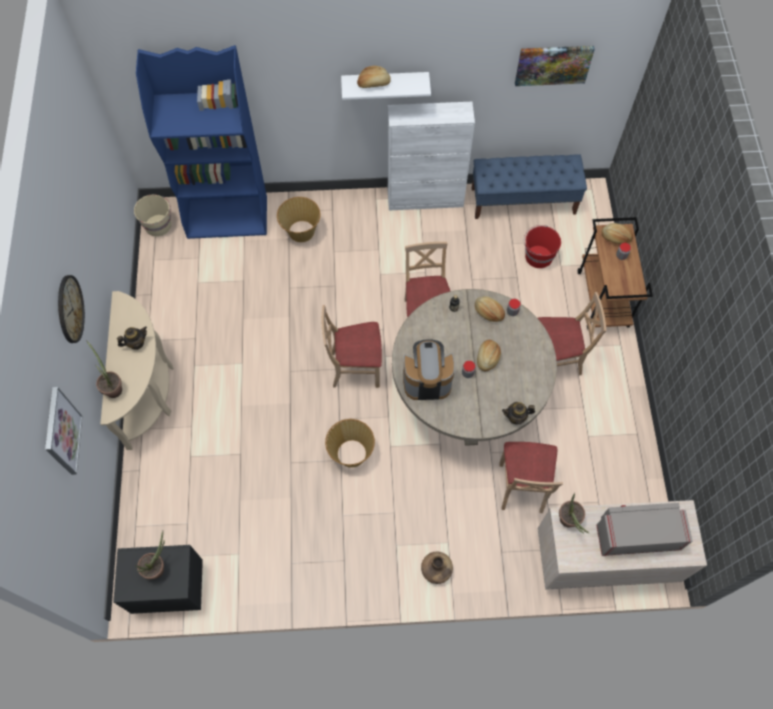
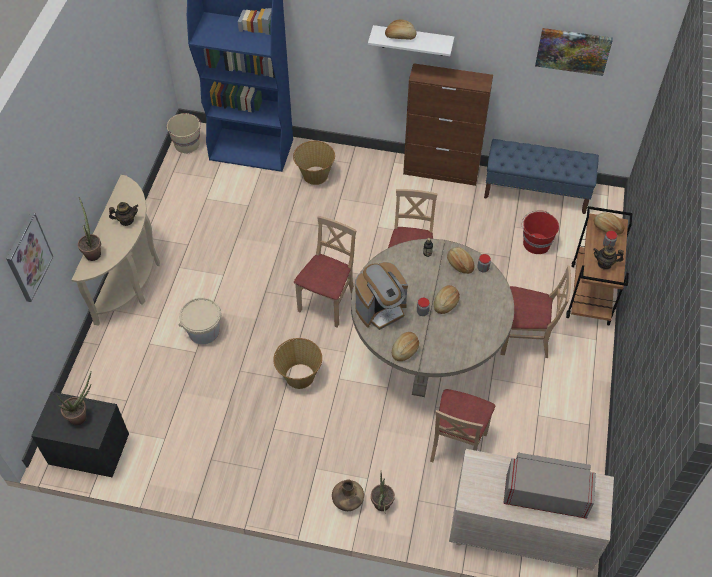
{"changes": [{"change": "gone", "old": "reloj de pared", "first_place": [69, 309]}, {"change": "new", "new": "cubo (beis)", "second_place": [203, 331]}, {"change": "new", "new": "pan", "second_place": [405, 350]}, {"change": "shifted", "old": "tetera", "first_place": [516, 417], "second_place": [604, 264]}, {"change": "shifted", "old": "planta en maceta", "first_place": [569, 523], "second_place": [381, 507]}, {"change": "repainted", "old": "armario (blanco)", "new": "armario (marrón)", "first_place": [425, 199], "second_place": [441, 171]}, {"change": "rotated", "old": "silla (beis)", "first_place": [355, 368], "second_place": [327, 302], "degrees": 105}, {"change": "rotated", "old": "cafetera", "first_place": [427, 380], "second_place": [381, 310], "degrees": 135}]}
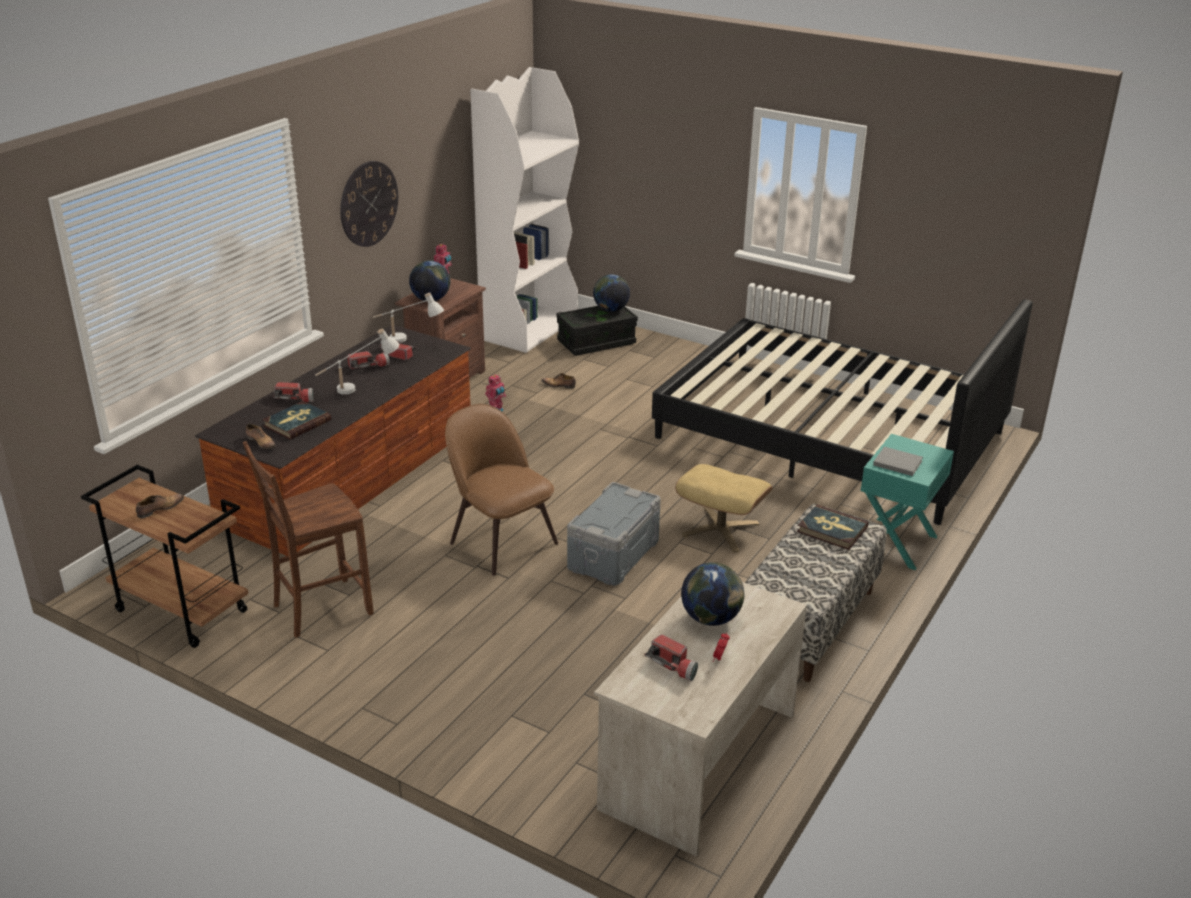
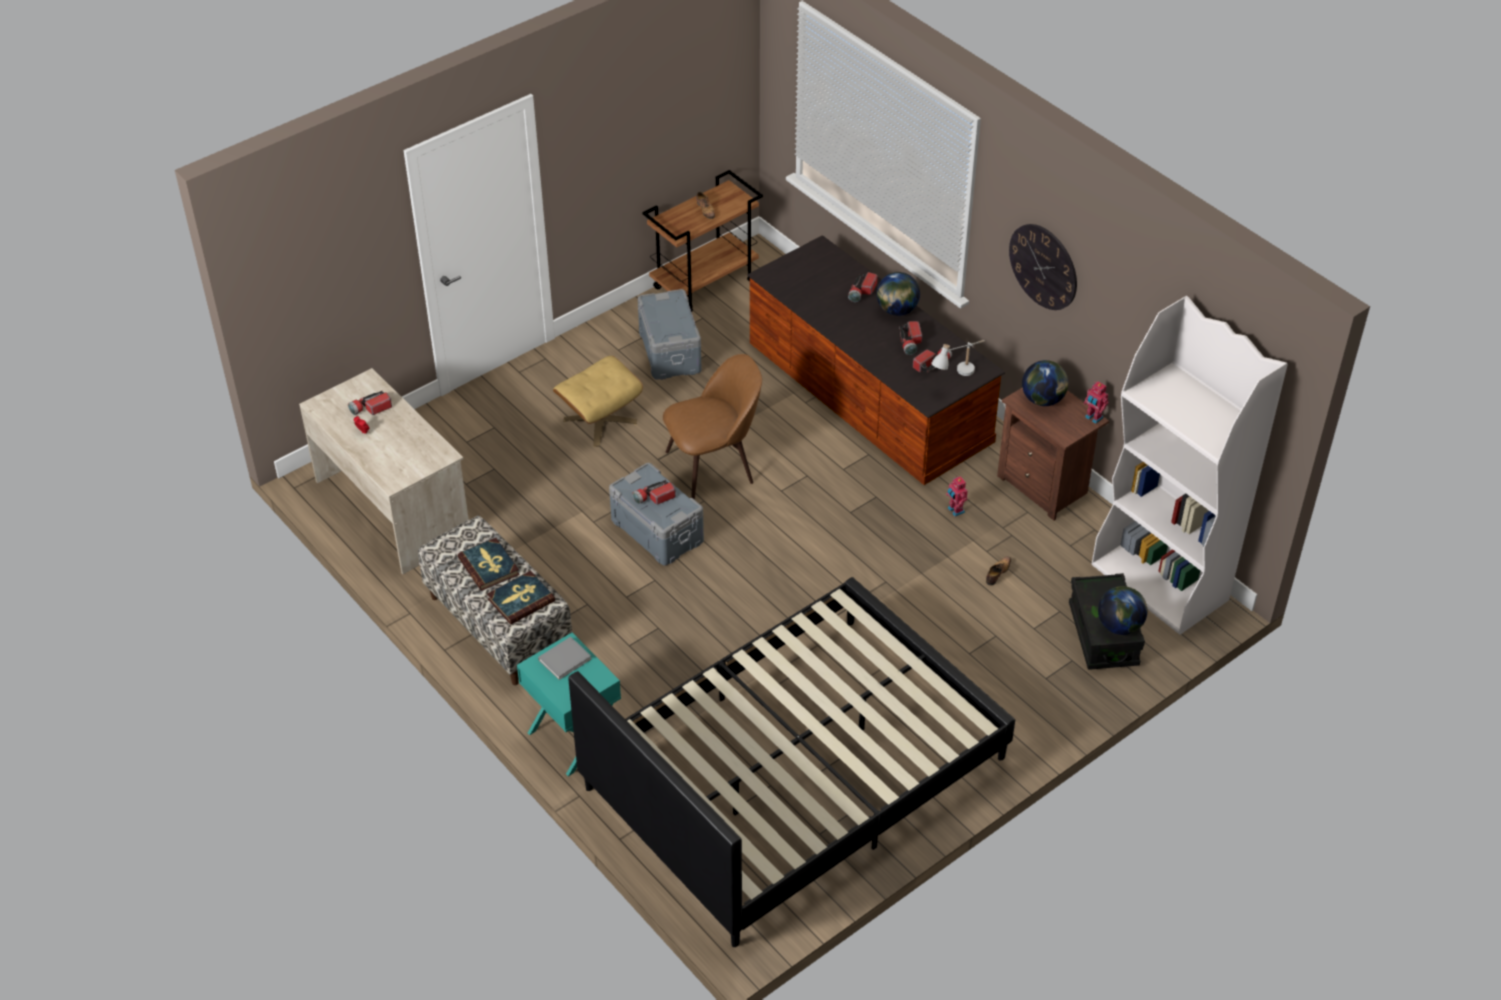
{"changes": [{"change": "gone", "old": "zapato", "first_place": [261, 442]}, {"change": "gone", "old": "lámpara de mesa (blanco)", "first_place": [359, 388]}, {"change": "new", "new": "linterna", "second_place": [654, 498]}, {"change": "shifted", "old": "libro", "first_place": [297, 423], "second_place": [489, 566]}, {"change": "shifted", "old": "puf (beis)", "first_place": [720, 529], "second_place": [600, 420]}, {"change": "shifted", "old": "globo terráqueo", "first_place": [711, 618], "second_place": [897, 310]}, {"change": "swapped", "old": "silla (marrón)", "new": "caja de almacenaje (gris)", "first_place": [319, 609], "second_place": [670, 351]}]}
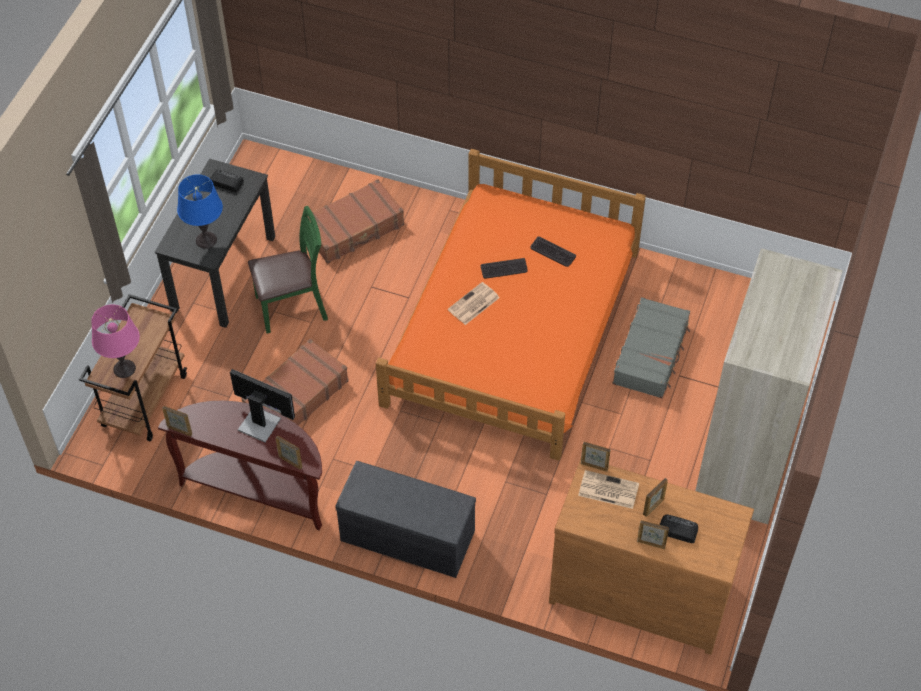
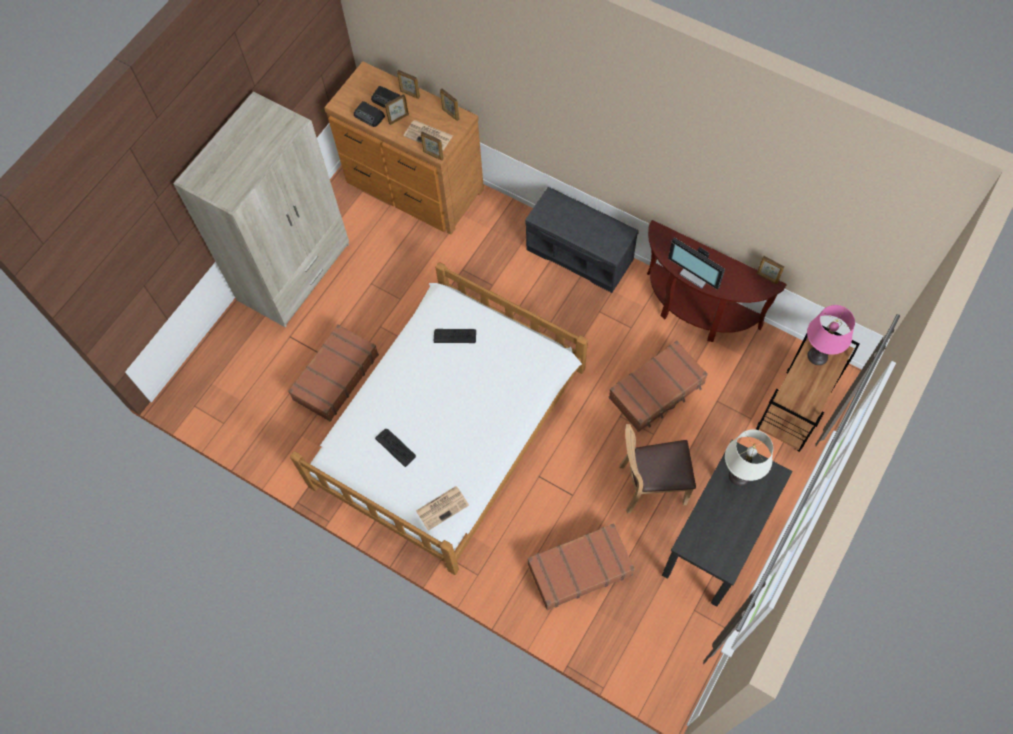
{"changes": [{"change": "shifted", "old": "radio", "first_place": [226, 182], "second_place": [369, 116]}, {"change": "shifted", "old": "portarretratos", "first_place": [290, 461], "second_place": [450, 114]}, {"change": "shifted", "old": "periódico", "first_place": [473, 304], "second_place": [442, 507]}, {"change": "shifted", "old": "teclado", "first_place": [504, 269], "second_place": [455, 336]}, {"change": "repainted", "old": "lámpara de mesa (azul)", "new": "lámpara de mesa (blanco)", "first_place": [206, 240], "second_place": [739, 475]}, {"change": "repainted", "old": "silla (verde)", "new": "silla (marrón)", "first_place": [292, 307], "second_place": [651, 486]}, {"change": "repainted", "old": "cama (naranja)", "new": "cama (blanco)", "first_place": [513, 328], "second_place": [449, 425]}, {"change": "repainted", "old": "maleta (gris)", "new": "maleta (marrón)", "first_place": [651, 354], "second_place": [335, 377]}]}
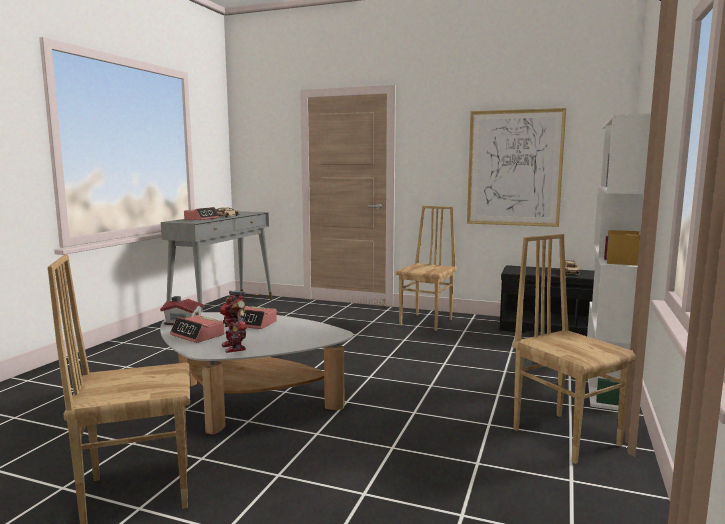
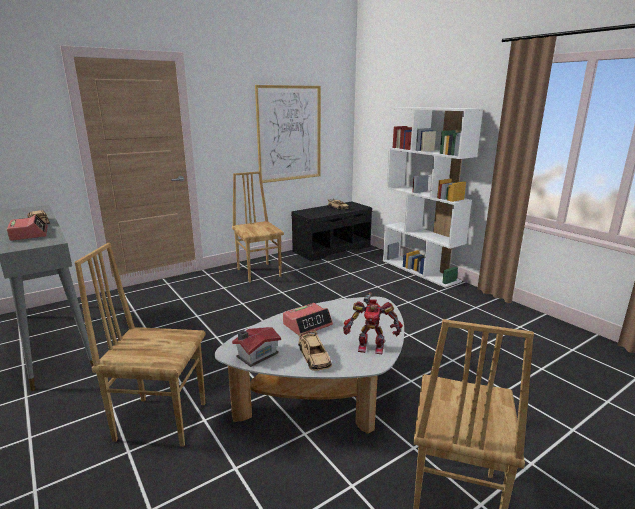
{"changes": [{"change": "shifted", "old": "silla (marrón)", "first_place": [566, 436], "second_place": [161, 420]}, {"change": "swapped", "old": "despertador", "new": "coche de juguete (beis)", "first_place": [198, 335], "second_place": [314, 356]}]}
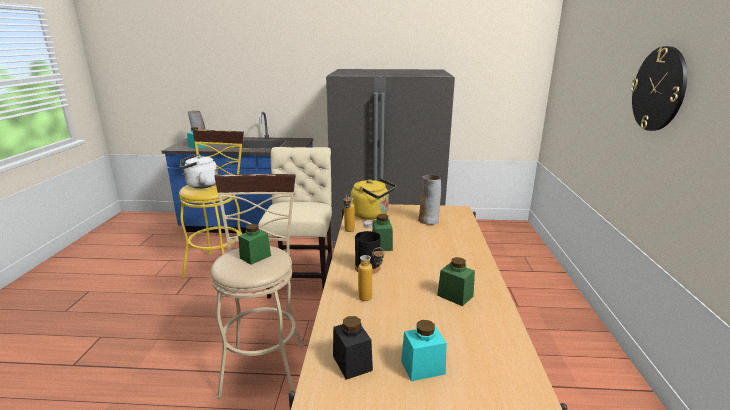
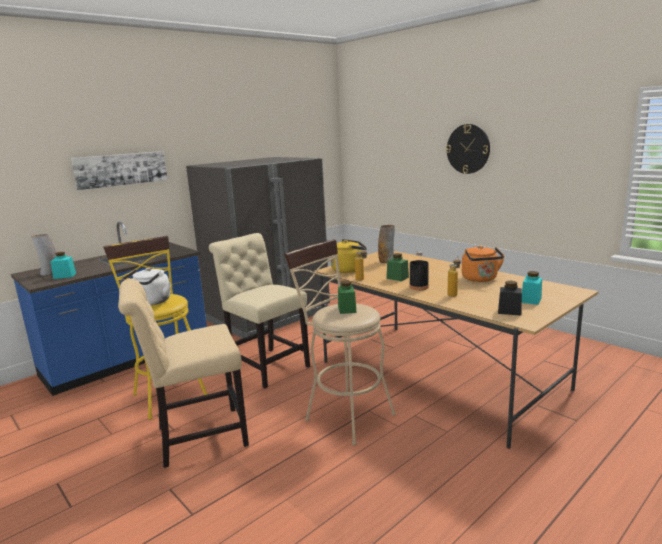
{"changes": [{"change": "new", "new": "cuadro", "second_place": [121, 169]}, {"change": "new", "new": "silla (beis)", "second_place": [196, 438]}, {"change": "swapped", "old": "tarro (verde)", "new": "hervidor (naranja)", "first_place": [455, 295], "second_place": [480, 279]}]}
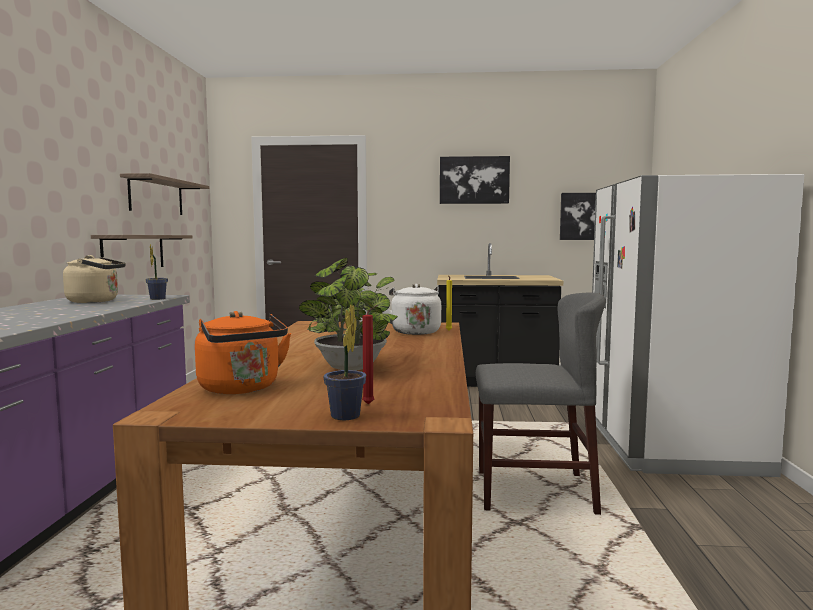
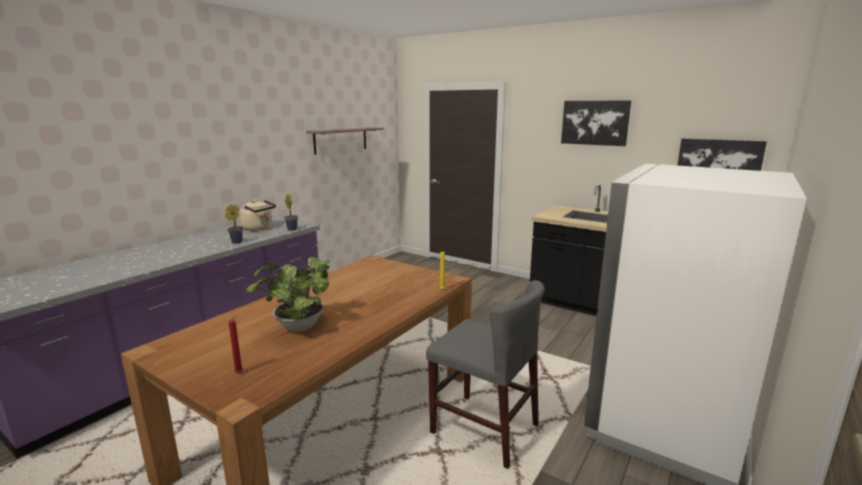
{"changes": [{"change": "gone", "old": "estante", "first_place": [134, 252]}, {"change": "gone", "old": "hervidor (naranja)", "first_place": [242, 389]}, {"change": "gone", "old": "hervidor (blanco)", "first_place": [414, 331]}, {"change": "shifted", "old": "planta en maceta", "first_place": [344, 417], "second_place": [235, 242]}]}
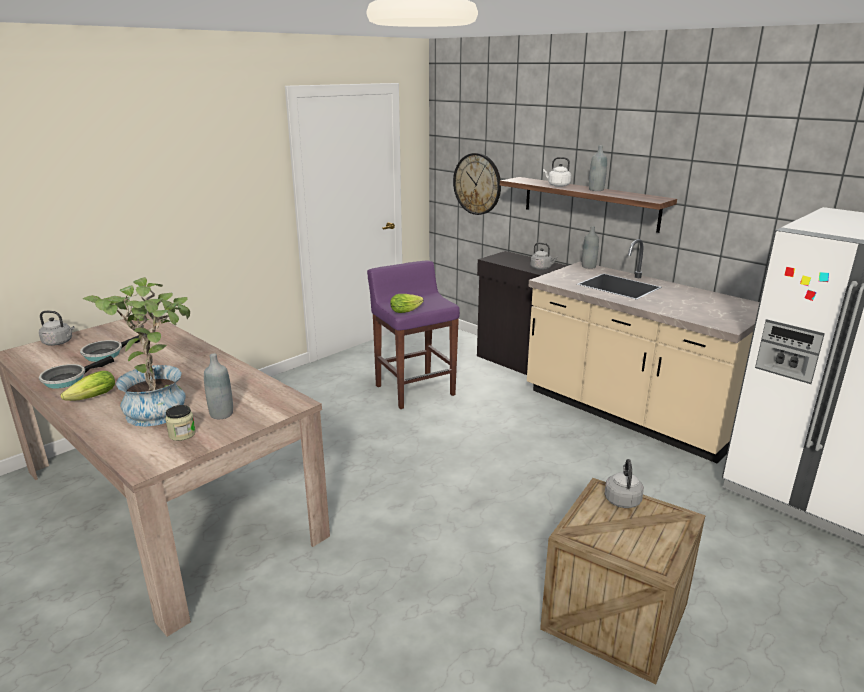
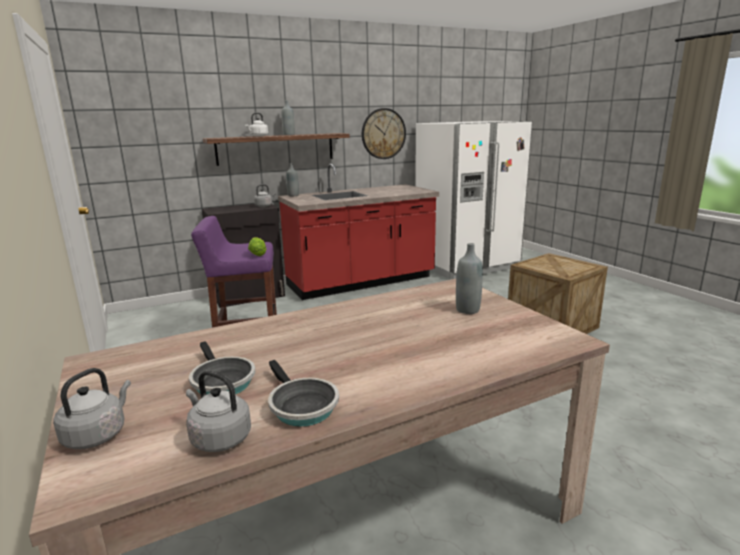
{"changes": [{"change": "gone", "old": "lechuga", "first_place": [90, 398]}, {"change": "gone", "old": "planta en maceta", "first_place": [161, 407]}, {"change": "gone", "old": "tarro", "first_place": [182, 434]}, {"change": "shifted", "old": "reloj de pared", "first_place": [477, 184], "second_place": [383, 134]}, {"change": "shifted", "old": "hervidor (gris)", "first_place": [622, 499], "second_place": [219, 438]}, {"change": "repainted", "old": "mueble bajo de cocina (beis)", "new": "mueble bajo de cocina (rojo)", "first_place": [629, 413], "second_place": [361, 282]}]}
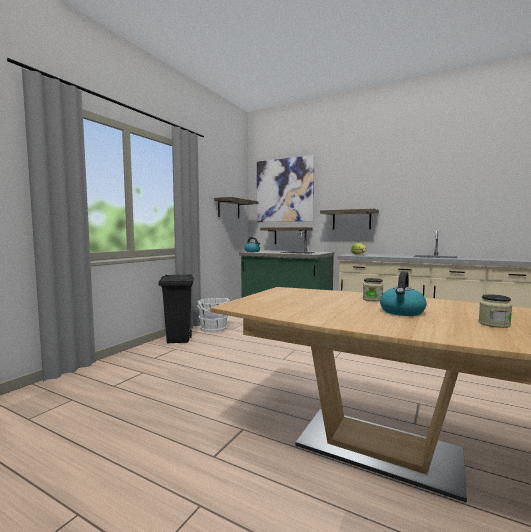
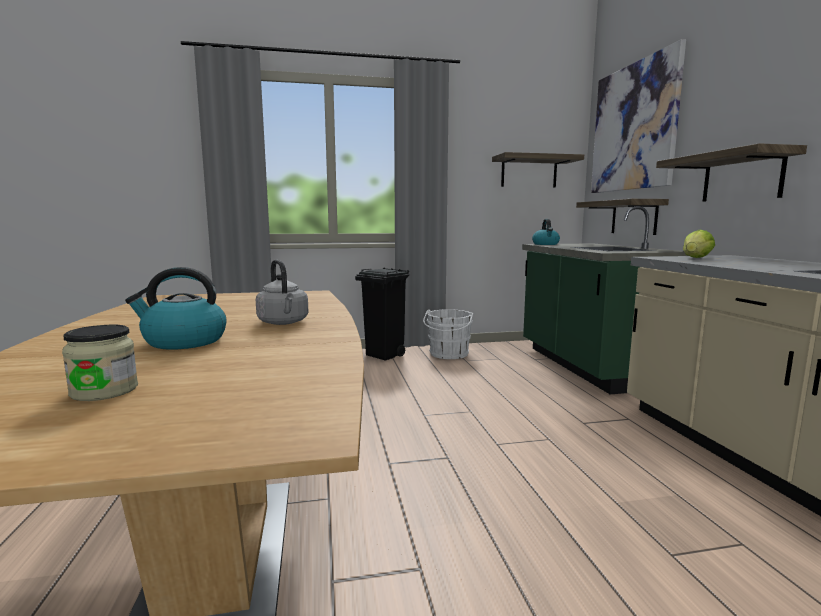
{"changes": [{"change": "swapped", "old": "tarro", "new": "hervidor (gris)", "first_place": [372, 299], "second_place": [284, 323]}]}
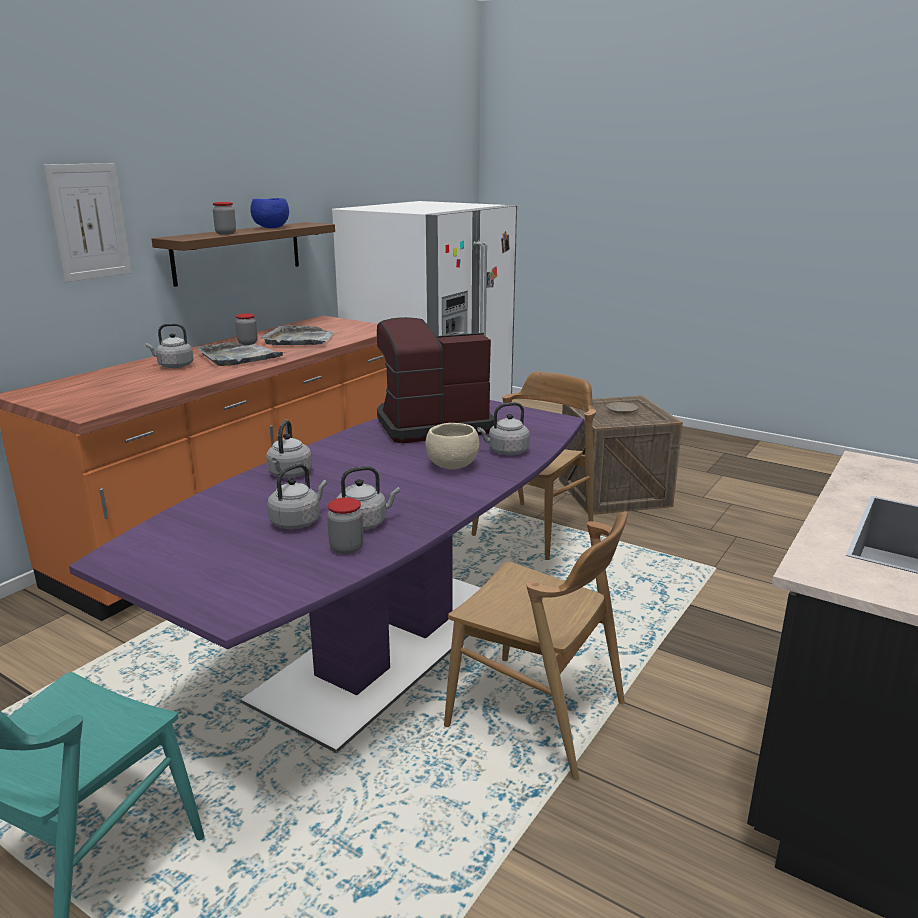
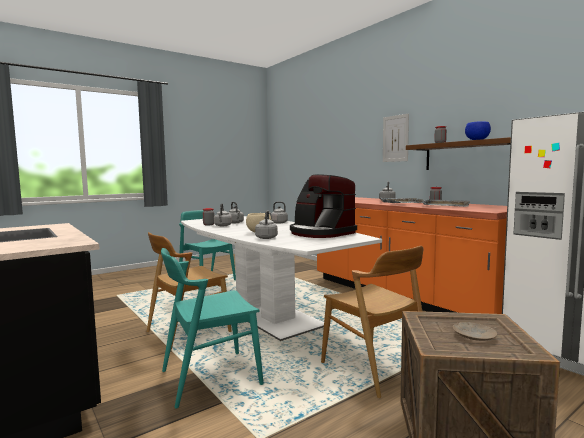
{"changes": [{"change": "new", "new": "silla (turquesa)", "second_place": [210, 377]}, {"change": "repainted", "old": "mesa de comedor (morado)", "new": "mesa de comedor (blanco)", "first_place": [387, 648], "second_place": [264, 313]}, {"change": "rotated", "old": "cafetera", "first_place": [431, 425], "second_place": [320, 233], "degrees": 135}]}
